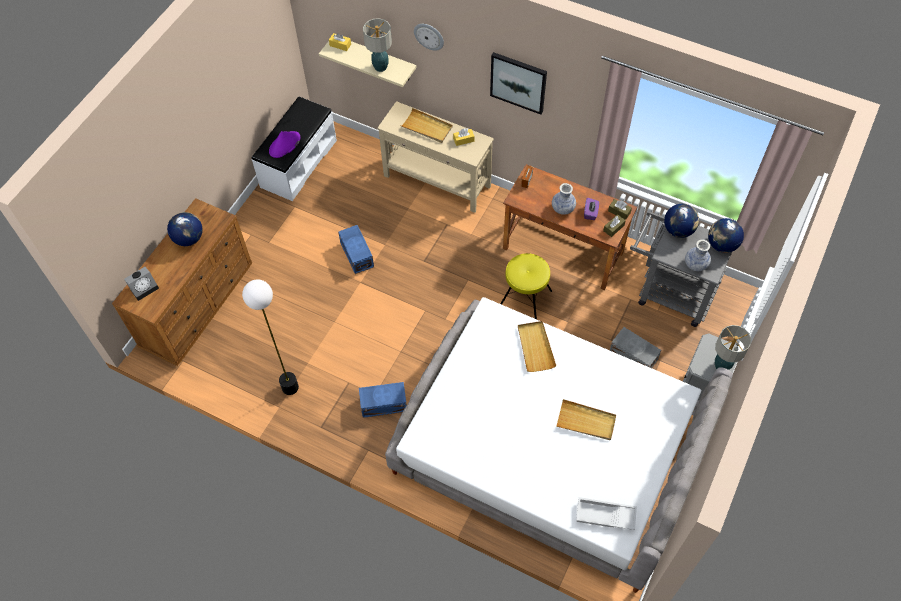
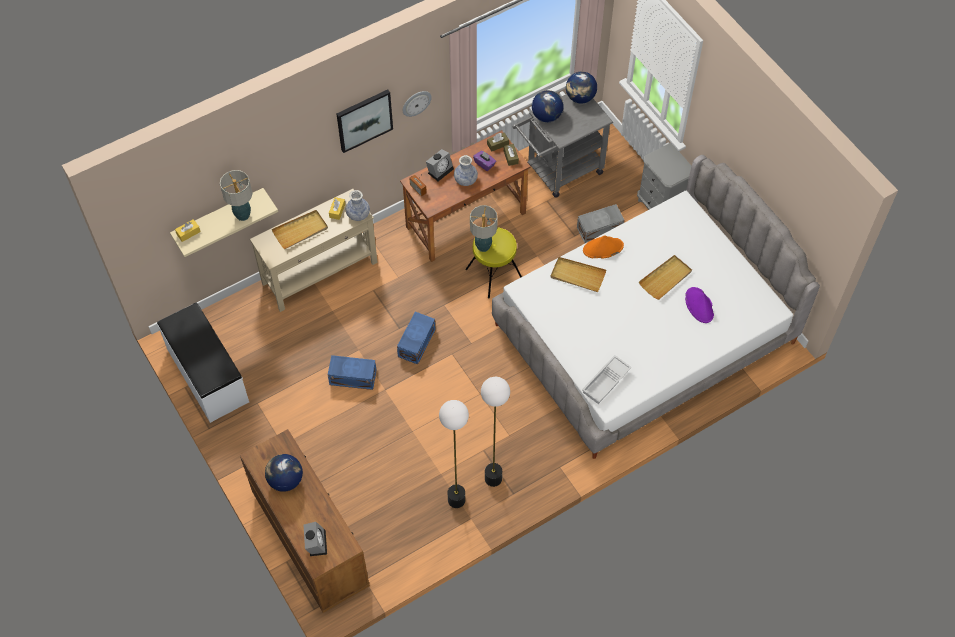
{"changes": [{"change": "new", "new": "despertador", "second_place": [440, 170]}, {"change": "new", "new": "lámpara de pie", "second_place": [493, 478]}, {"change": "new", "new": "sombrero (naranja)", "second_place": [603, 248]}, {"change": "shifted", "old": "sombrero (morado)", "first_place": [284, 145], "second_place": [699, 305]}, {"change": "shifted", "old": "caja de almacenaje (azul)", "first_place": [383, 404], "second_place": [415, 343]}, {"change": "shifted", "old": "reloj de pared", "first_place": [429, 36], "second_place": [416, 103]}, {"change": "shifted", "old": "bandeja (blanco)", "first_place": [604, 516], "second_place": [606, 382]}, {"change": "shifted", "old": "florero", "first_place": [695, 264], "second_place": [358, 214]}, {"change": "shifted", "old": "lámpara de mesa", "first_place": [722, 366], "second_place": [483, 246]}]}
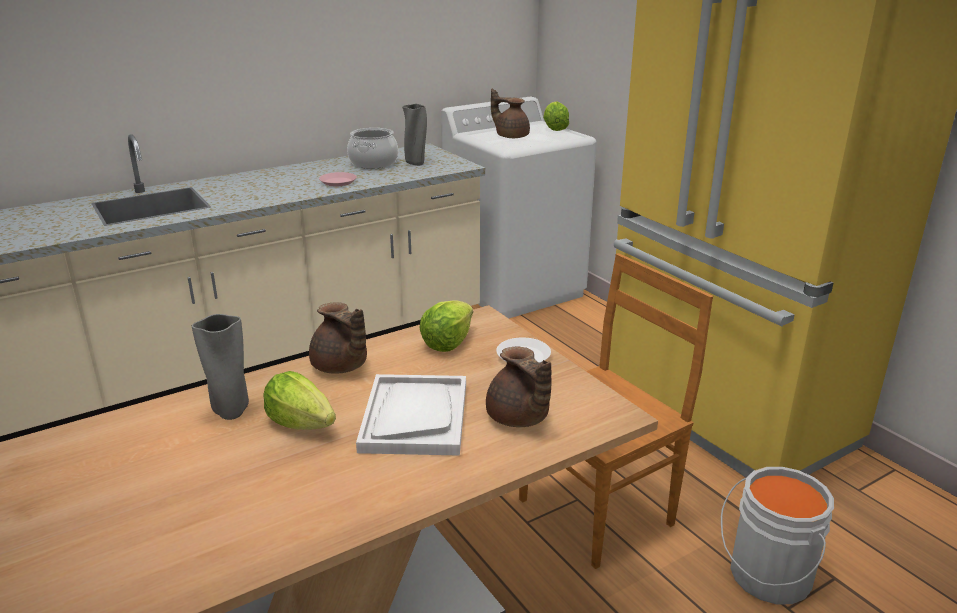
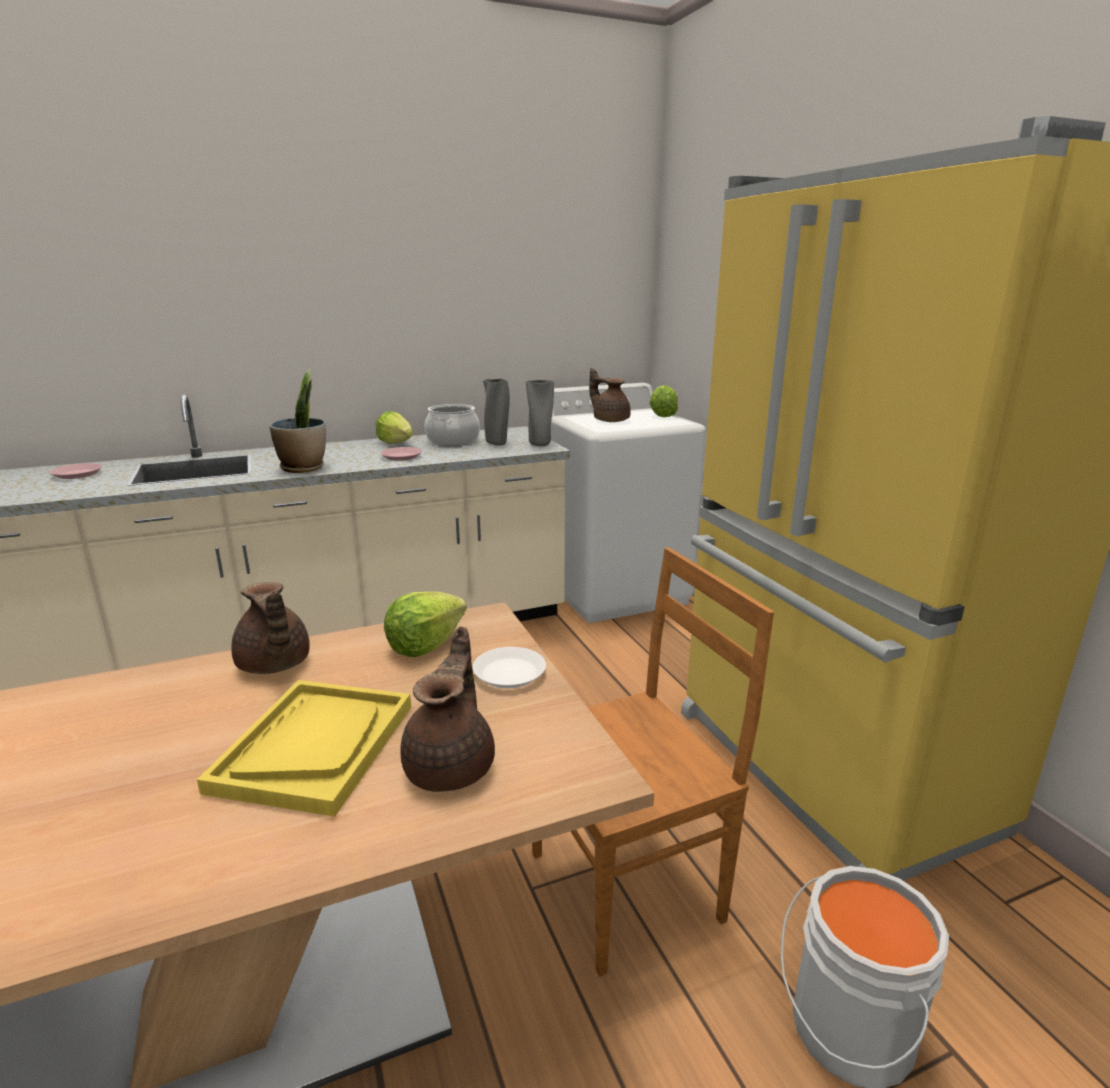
{"changes": [{"change": "new", "new": "plato (rosa)", "second_place": [77, 474]}, {"change": "new", "new": "planta en maceta", "second_place": [303, 468]}, {"change": "shifted", "old": "florero (gris)", "first_place": [231, 413], "second_place": [540, 445]}, {"change": "shifted", "old": "lechuga", "first_place": [301, 423], "second_place": [396, 443]}, {"change": "repainted", "old": "bandeja (blanco)", "new": "bandeja (amarillo)", "first_place": [414, 417], "second_place": [315, 746]}, {"change": "rotated", "old": "tetera (marrón)", "first_place": [518, 418], "second_place": [452, 765], "degrees": -150}]}
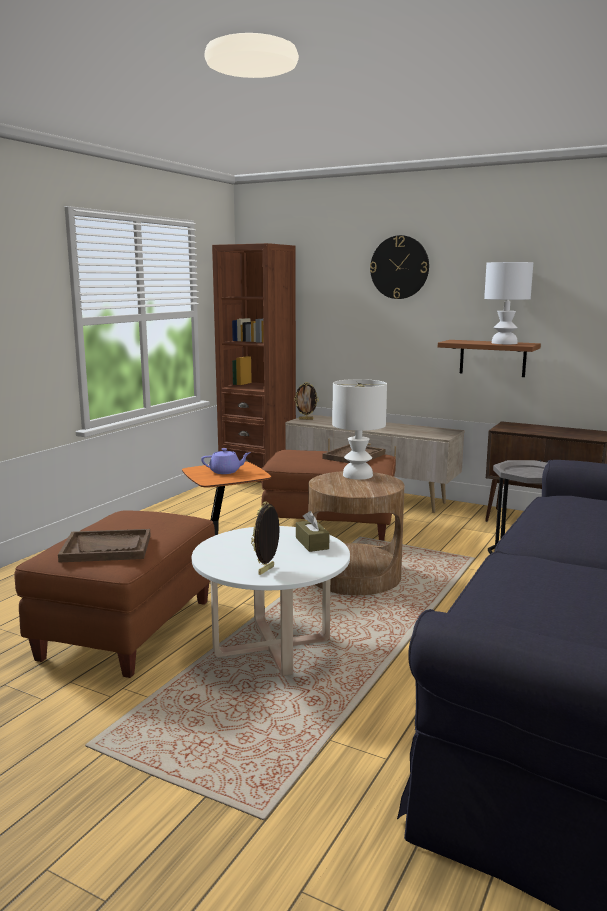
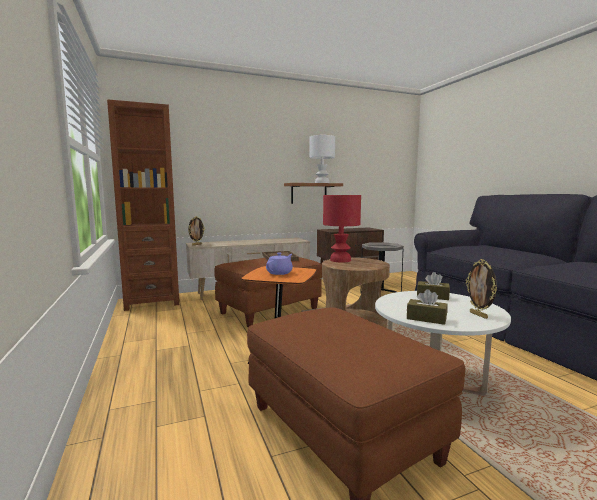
{"changes": [{"change": "gone", "old": "bandeja (marrón)", "first_place": [107, 548]}, {"change": "gone", "old": "reloj de pared", "first_place": [399, 267]}, {"change": "new", "new": "caja de pañuelos (marrón)", "second_place": [426, 318]}, {"change": "repainted", "old": "lámpara de mesa (blanco)", "new": "lámpara de mesa (rojo)", "first_place": [358, 475], "second_place": [341, 260]}]}
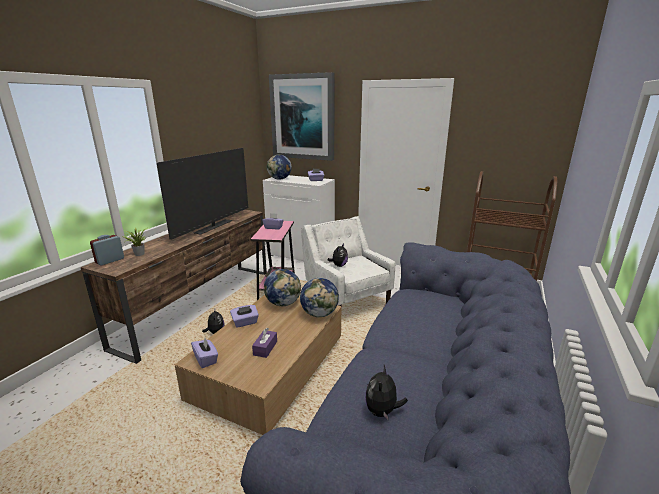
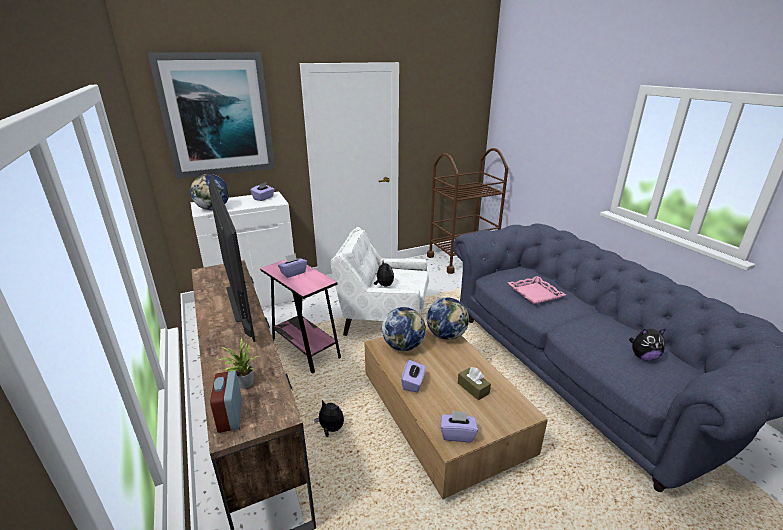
{"changes": [{"change": "new", "new": "bandeja (rosa)", "second_place": [534, 293]}, {"change": "repainted", "old": "caja de pañuelos (morado)", "new": "caja de pañuelos (marrón)", "first_place": [265, 348], "second_place": [473, 388]}, {"change": "rotated", "old": "peluche", "first_place": [382, 411], "second_place": [643, 357], "degrees": -60}]}
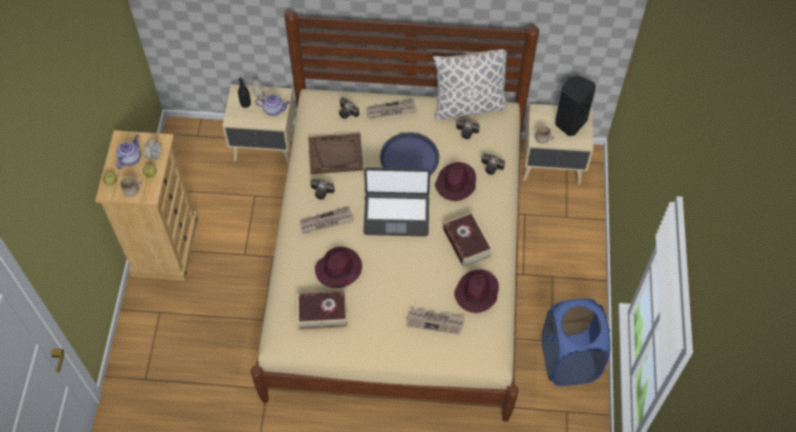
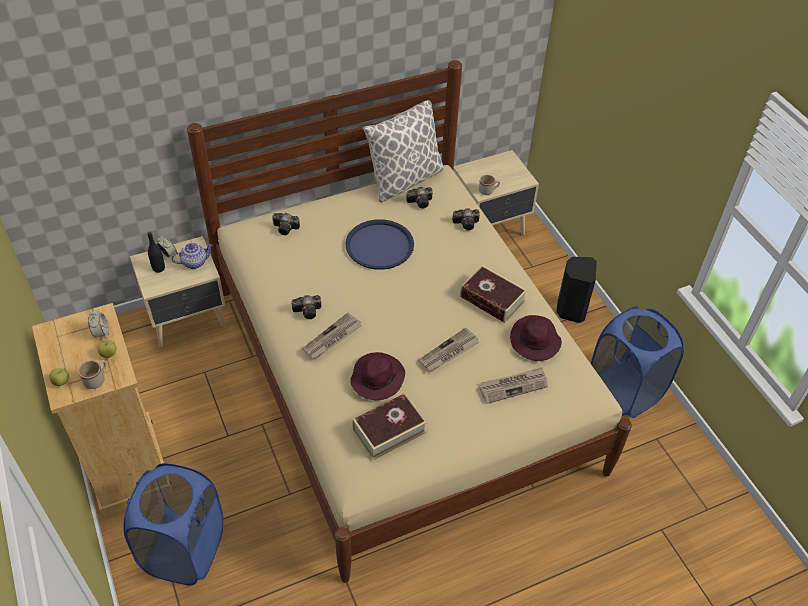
{"changes": [{"change": "gone", "old": "tetera", "first_place": [130, 158]}, {"change": "gone", "old": "bandeja (marrón)", "first_place": [336, 155]}, {"change": "gone", "old": "portátil", "first_place": [396, 214]}, {"change": "gone", "old": "sombrero (morado)", "first_place": [456, 184]}, {"change": "new", "new": "cesto de la ropa (azul)", "second_place": [184, 550]}, {"change": "shifted", "old": "periódico", "first_place": [391, 111], "second_place": [449, 352]}, {"change": "shifted", "old": "altavoz (negro)", "first_place": [569, 122], "second_place": [570, 310]}]}
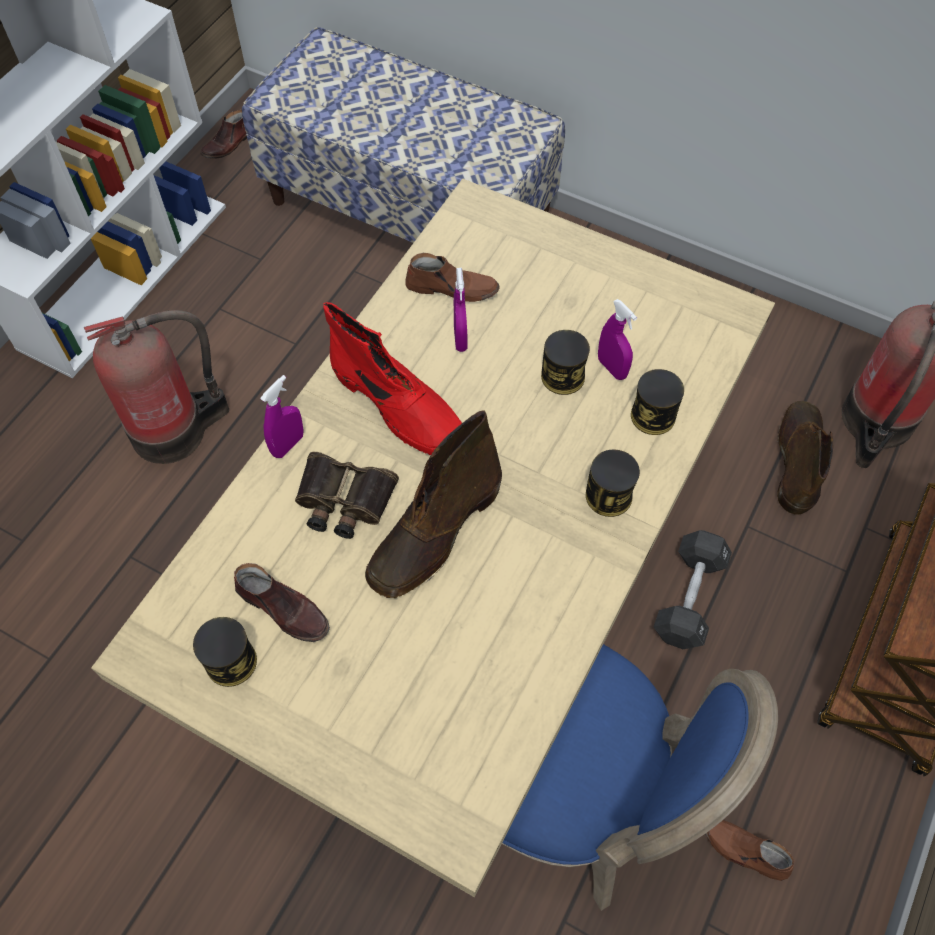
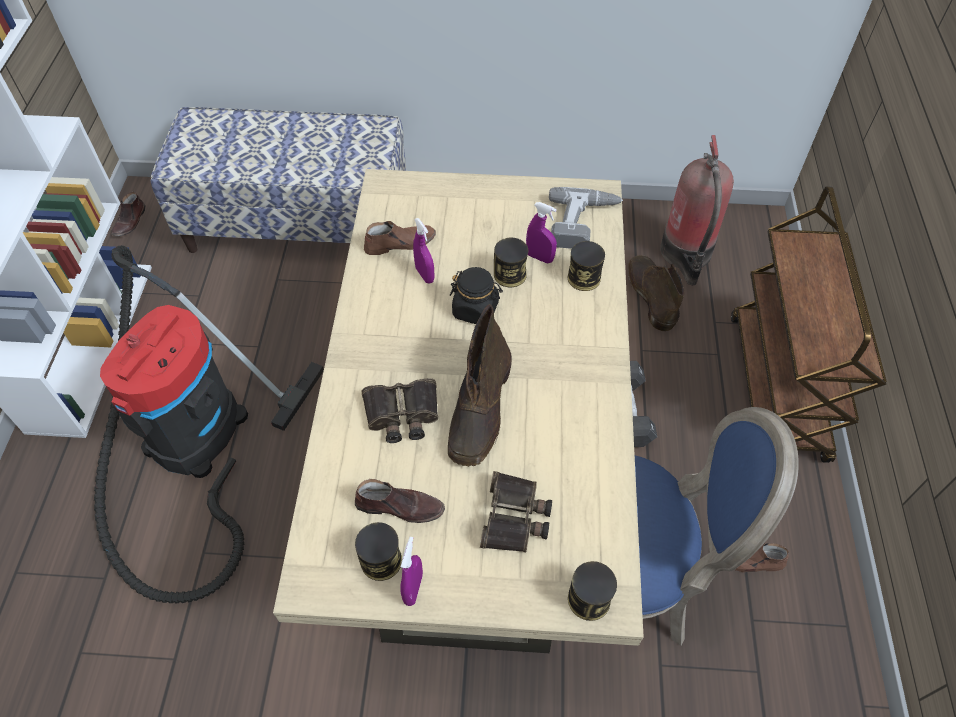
{"changes": [{"change": "gone", "old": "bota (rojo)", "first_place": [399, 406]}, {"change": "new", "new": "tarro (negro)", "second_place": [476, 309]}, {"change": "new", "new": "prismáticos", "second_place": [515, 518]}, {"change": "new", "new": "taladro", "second_place": [583, 223]}, {"change": "shifted", "old": "pulverizador (morado)", "first_place": [288, 445], "second_place": [413, 589]}, {"change": "shifted", "old": "lata", "first_place": [608, 496], "second_place": [589, 599]}, {"change": "swapped", "old": "extintor", "new": "aspiradora", "first_place": [174, 430], "second_place": [192, 444]}]}
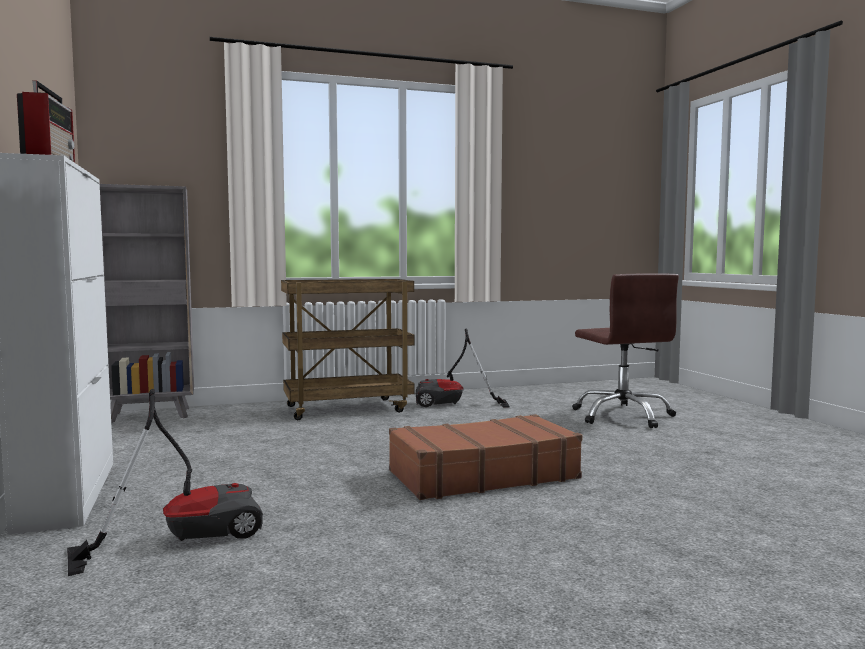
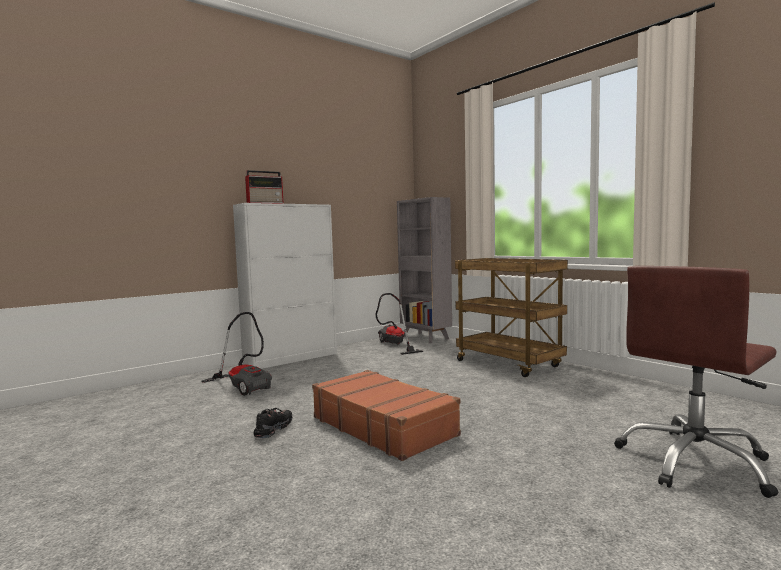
{"changes": [{"change": "new", "new": "zapato (negro)", "second_place": [273, 430]}, {"change": "shifted", "old": "aspiradora", "first_place": [452, 405], "second_place": [394, 345]}]}
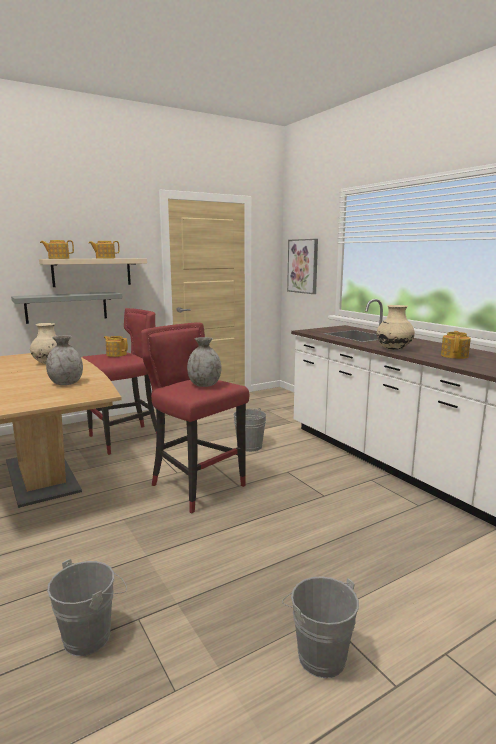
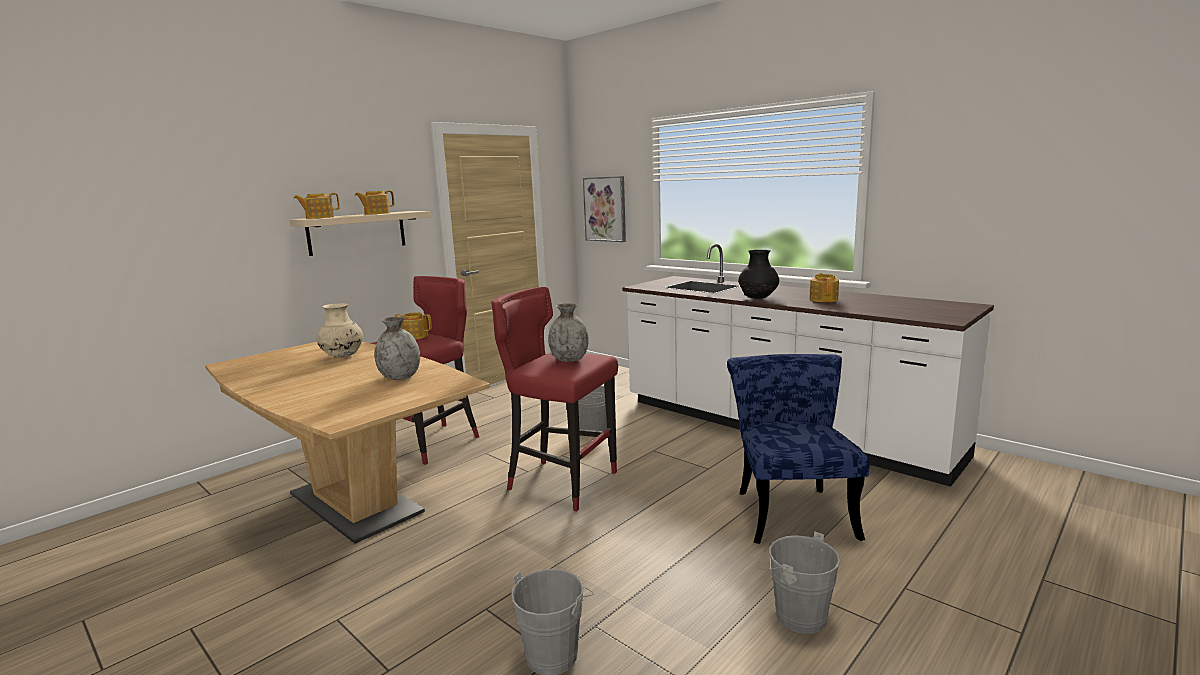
{"changes": [{"change": "gone", "old": "estante (gris)", "first_place": [66, 307]}, {"change": "new", "new": "silla (azul)", "second_place": [791, 509]}, {"change": "repainted", "old": "florero (beis)", "new": "florero (negro)", "first_place": [394, 349], "second_place": [758, 298]}]}
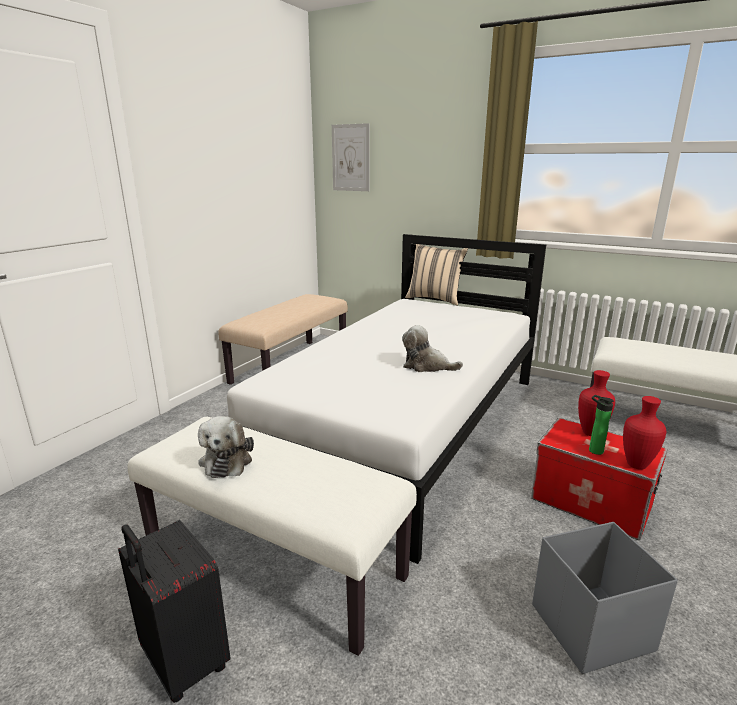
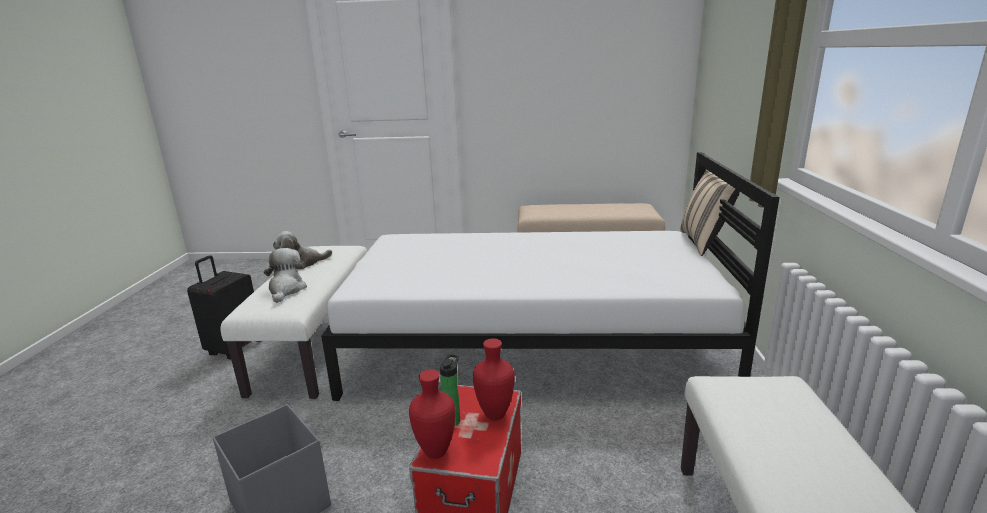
{"changes": [{"change": "gone", "old": "cuadro", "first_place": [350, 158]}, {"change": "shifted", "old": "peluche", "first_place": [427, 366], "second_place": [286, 290]}]}
